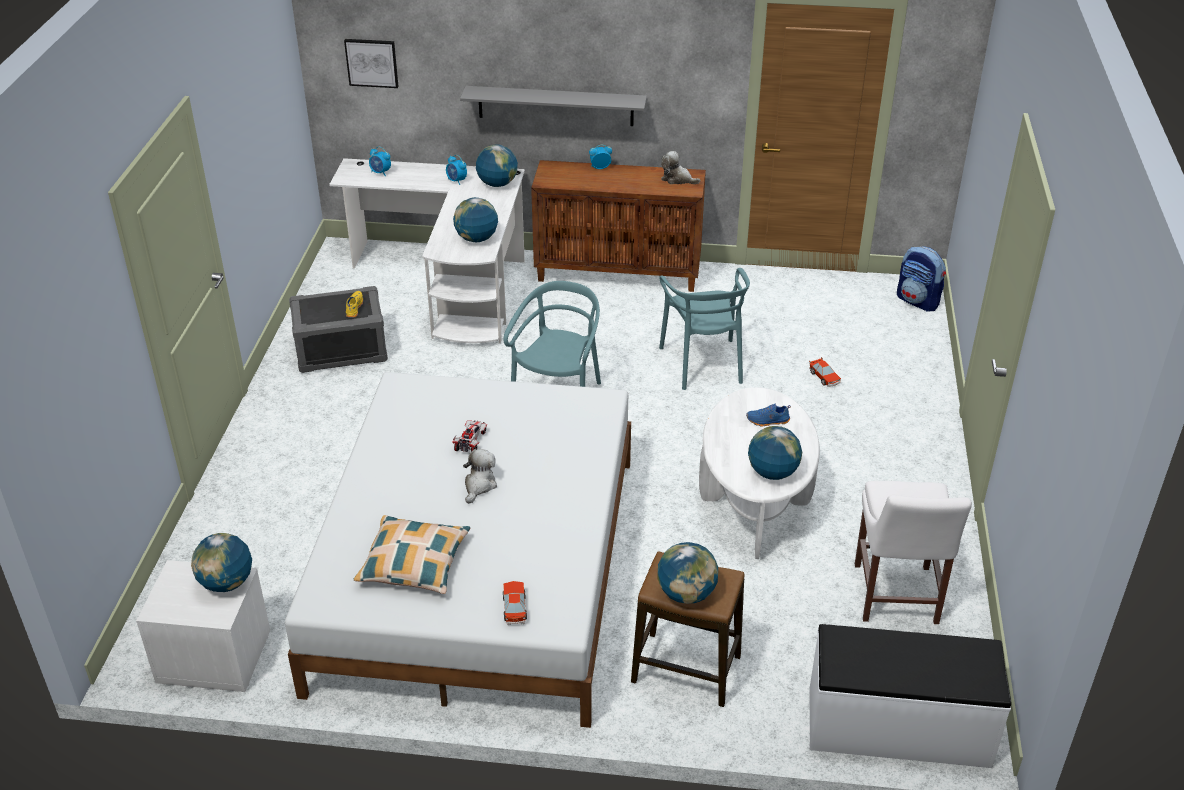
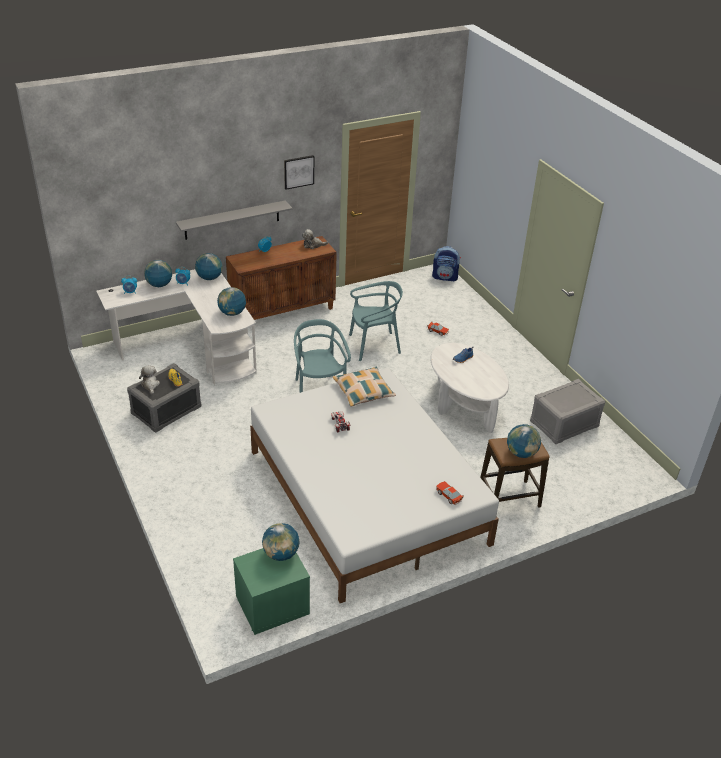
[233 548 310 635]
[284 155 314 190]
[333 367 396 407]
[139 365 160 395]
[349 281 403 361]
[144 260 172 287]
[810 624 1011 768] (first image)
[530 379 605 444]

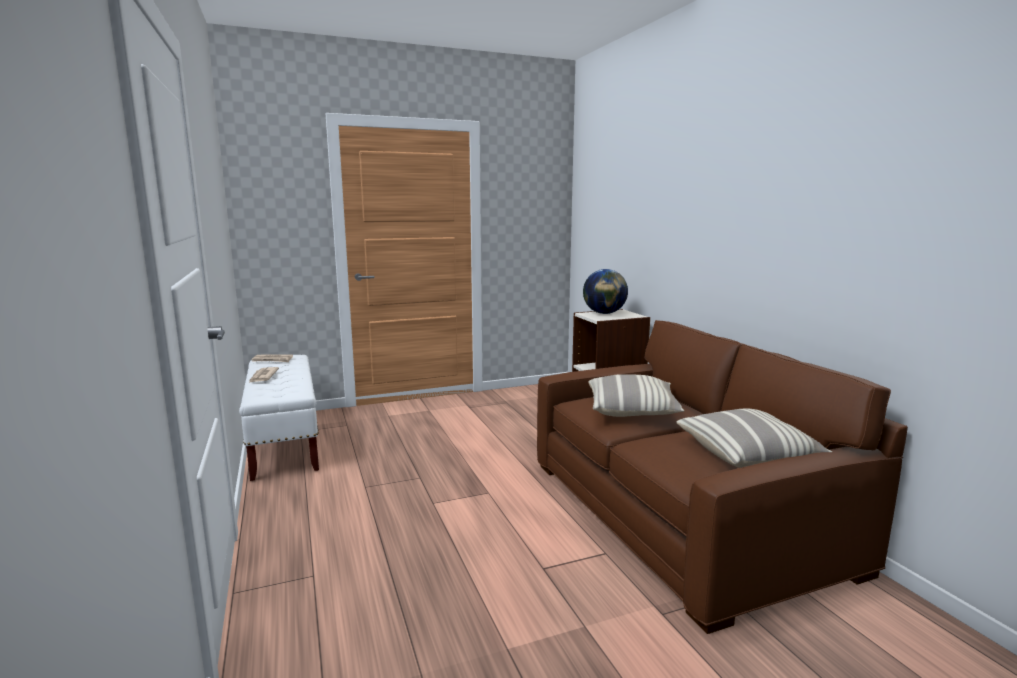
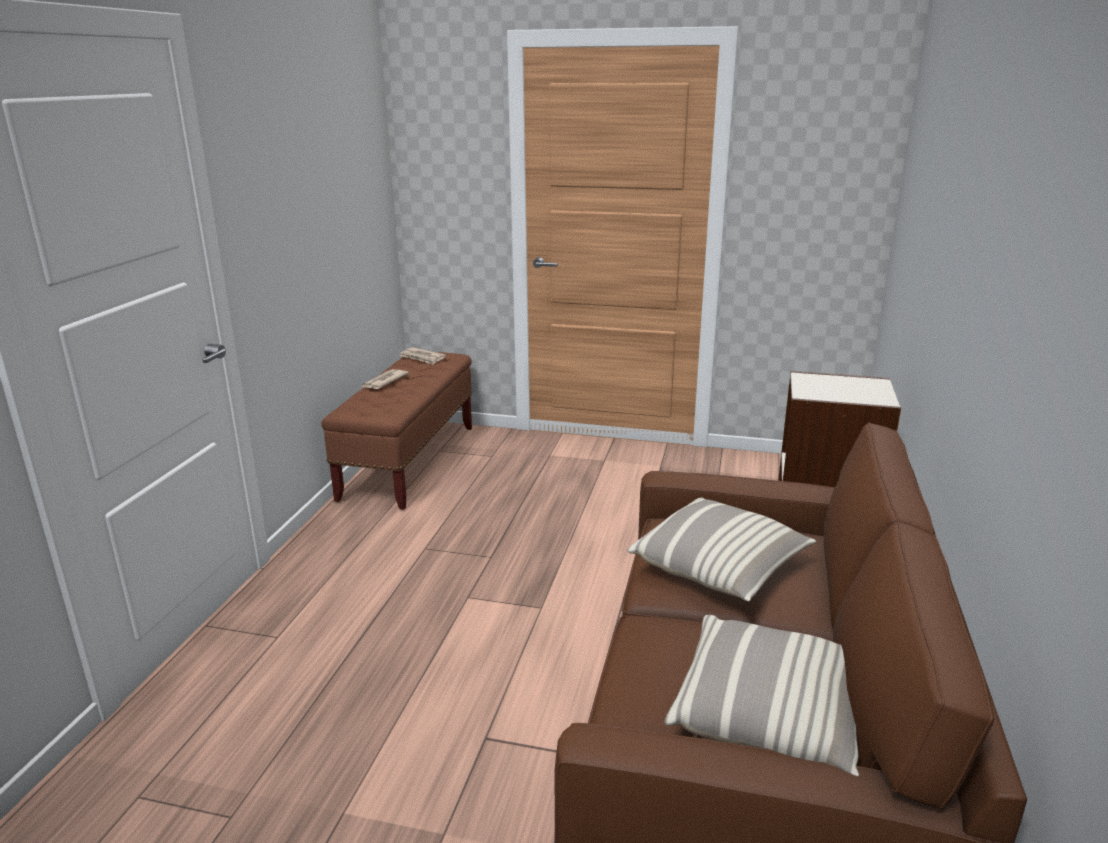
[321 352 472 510]
[583 269 628 314] (first image)

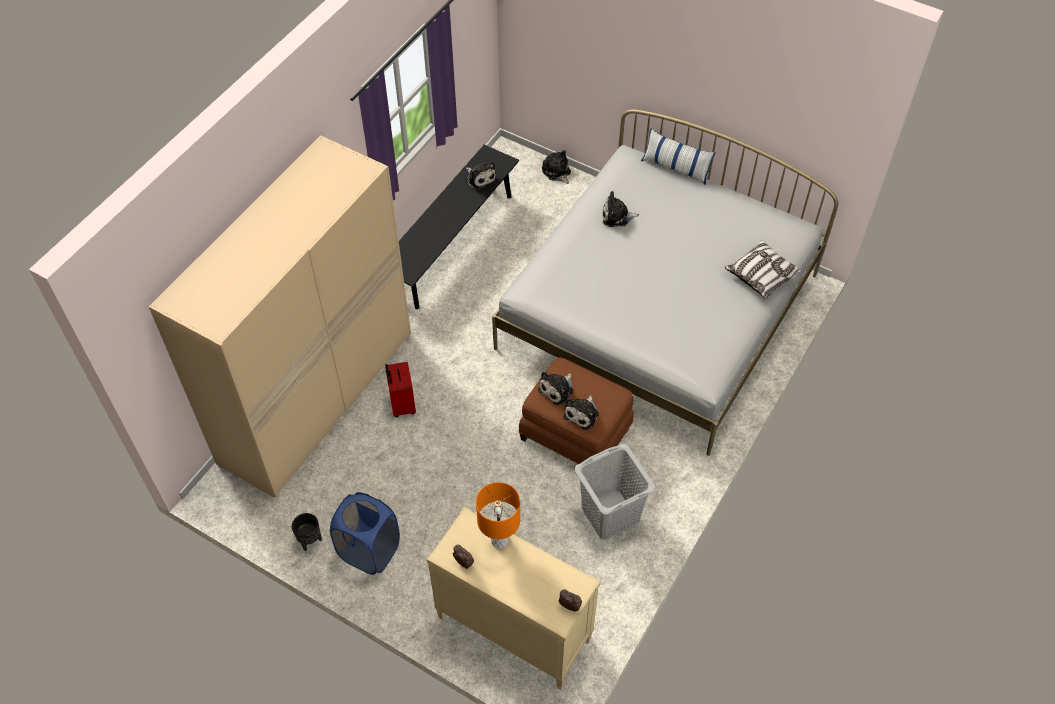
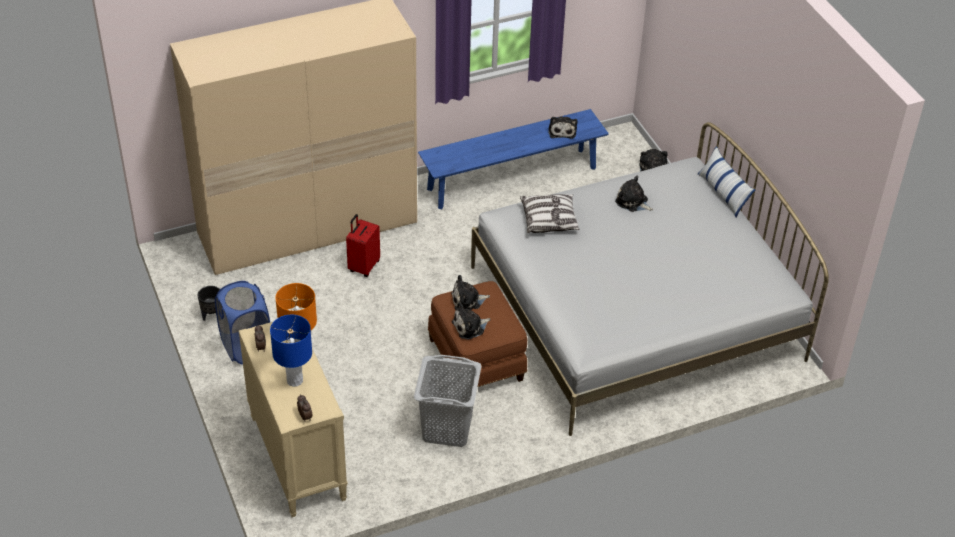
[418 109 609 209]
[520 194 580 233]
[270 315 312 387]

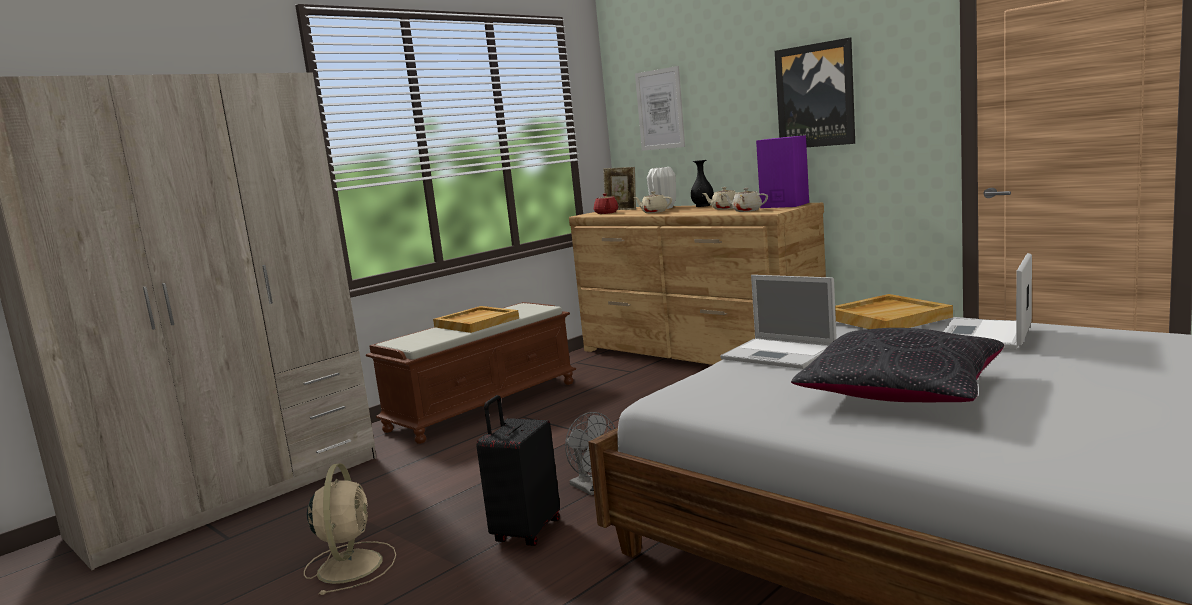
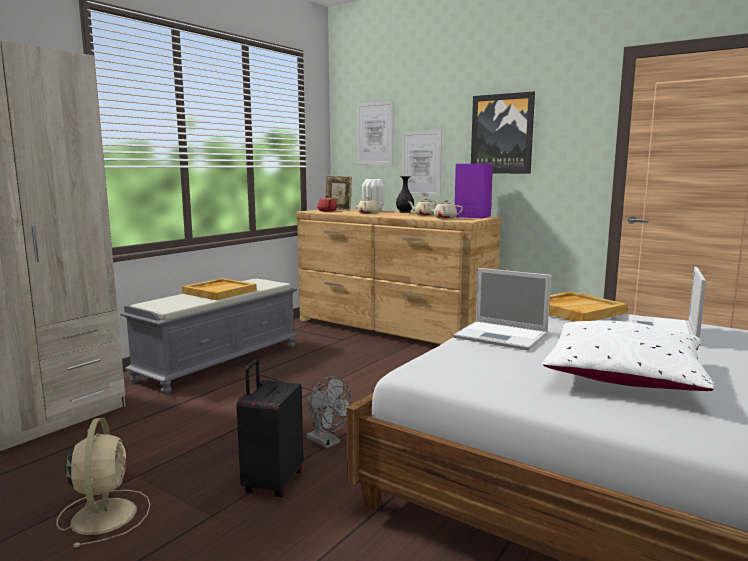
[120 278 298 394]
[542 320 714 391]
[401 130 442 197]

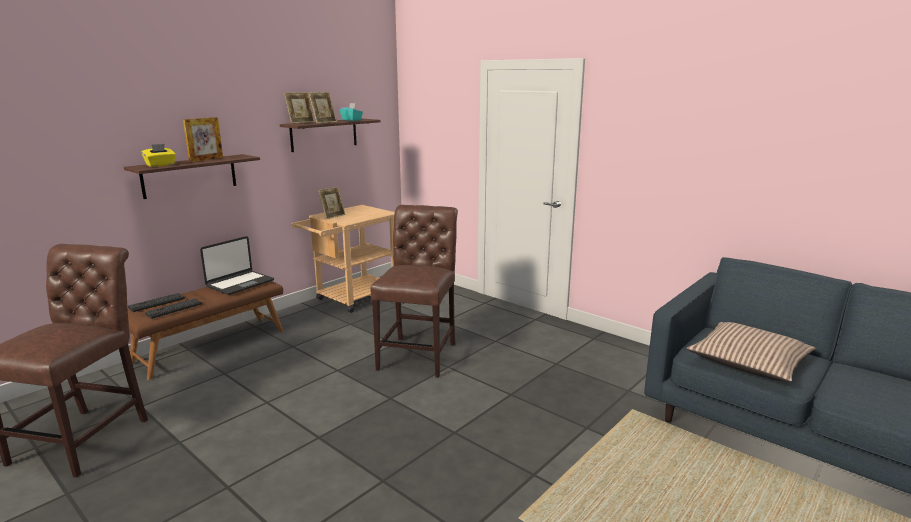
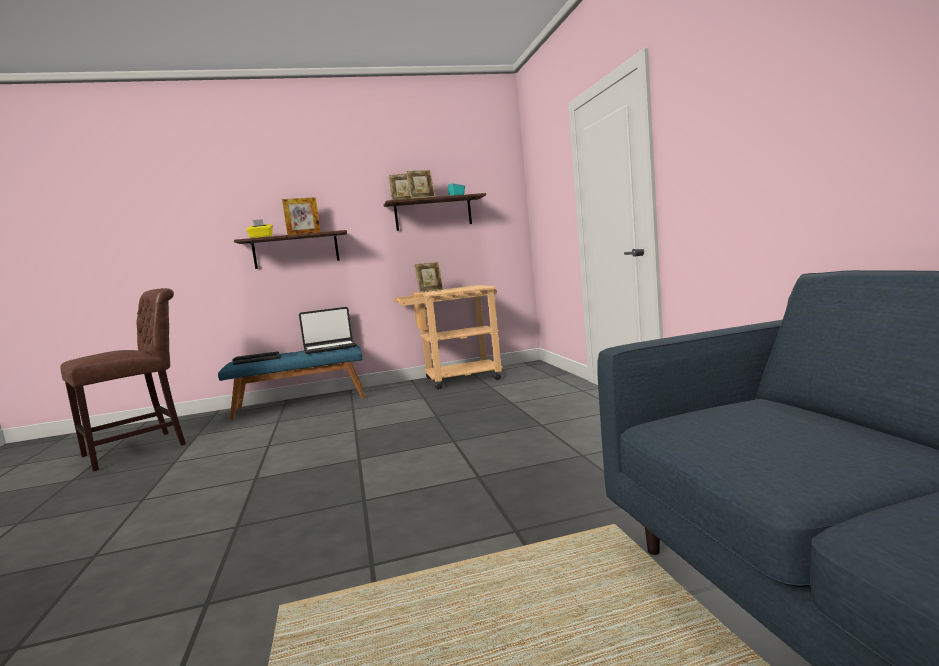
[218 345 365 420]
[370 205 458 378] (first image)
[686 322 816 382] (first image)

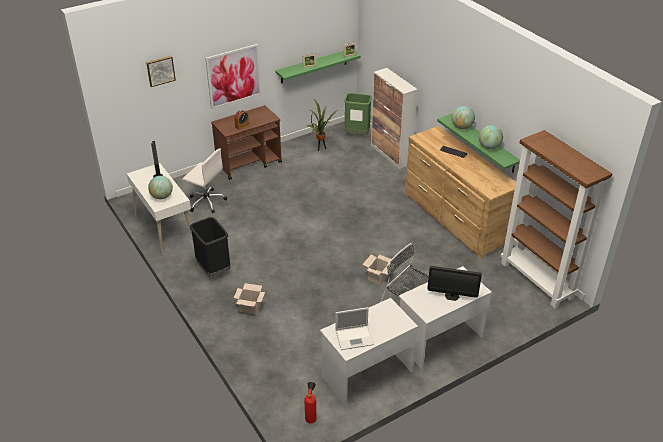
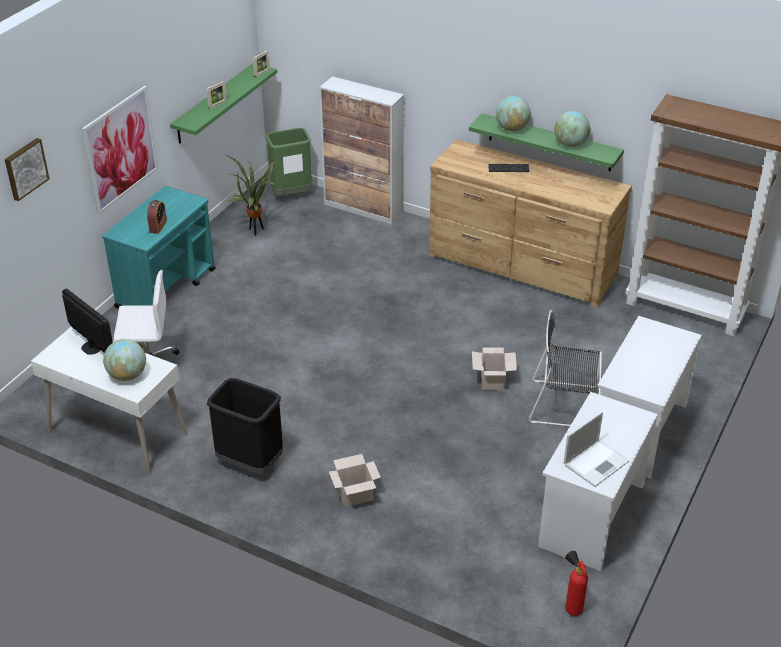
[102 186 215 309]
[427 266 482 301] (first image)

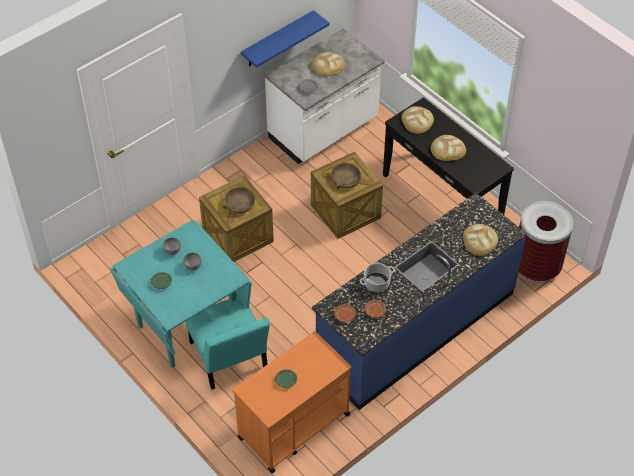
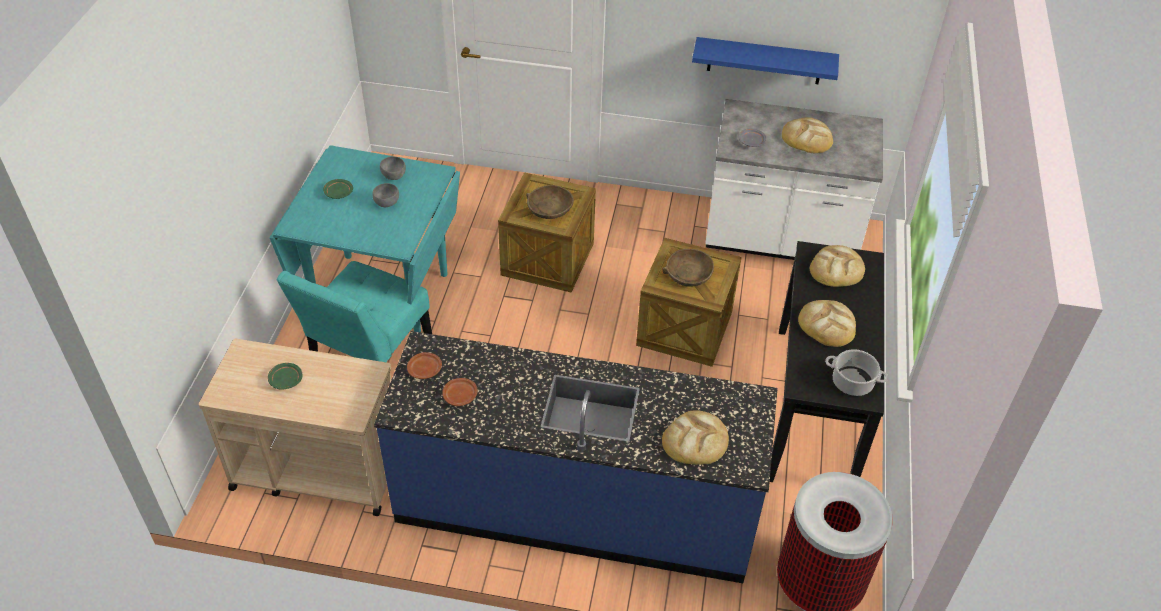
[199 339 391 516]
[825 349 889 396]

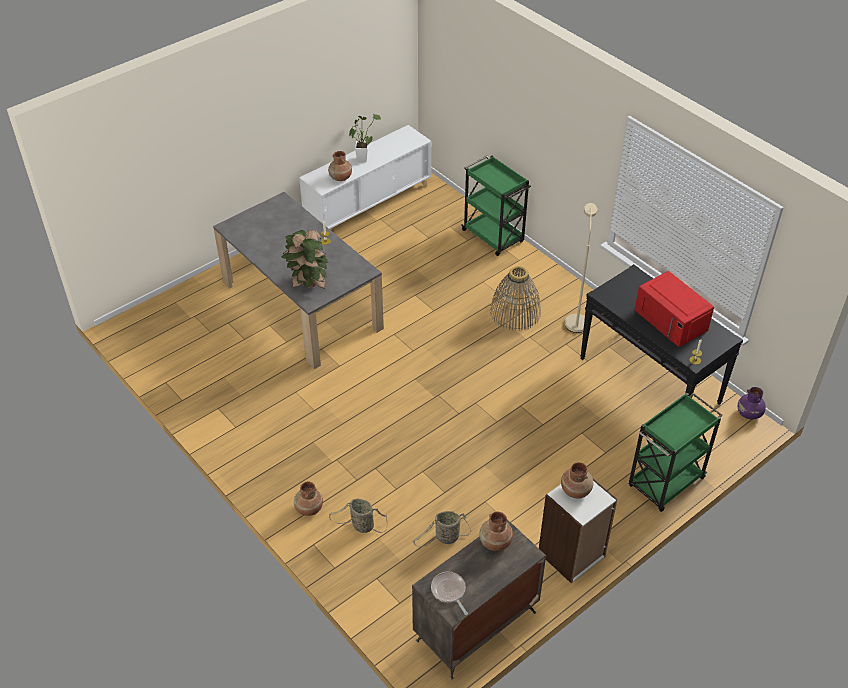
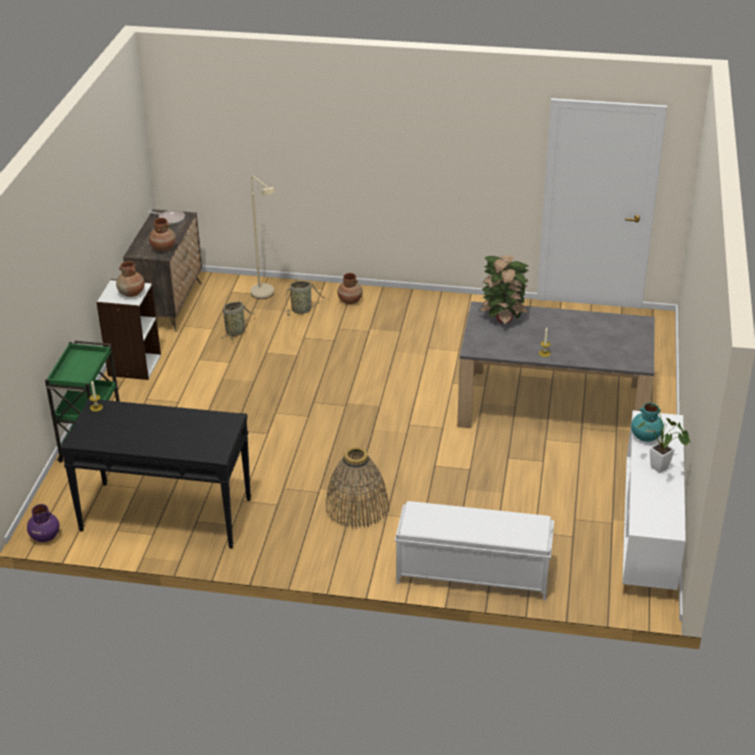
[631 403 664 442]
[395 501 554 601]
[251 176 275 299]
[635 271 714 347] (first image)

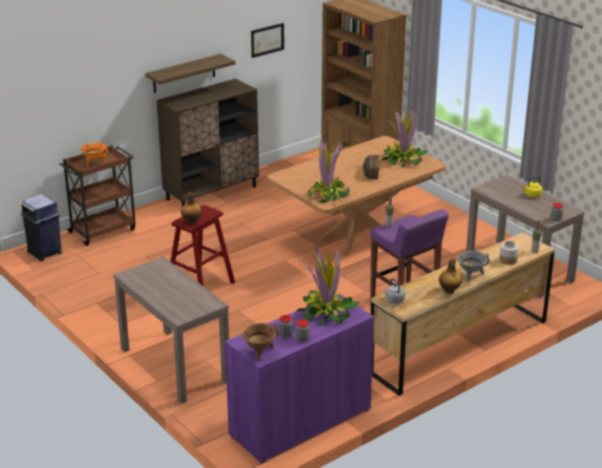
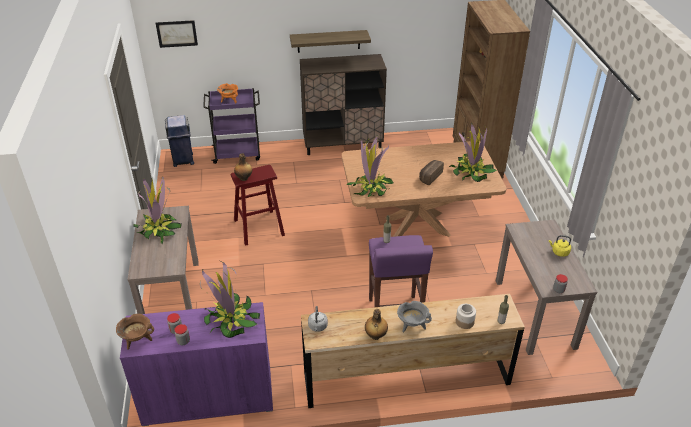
[203 88 260 164]
[156 20 198 48]
[133 177 182 245]

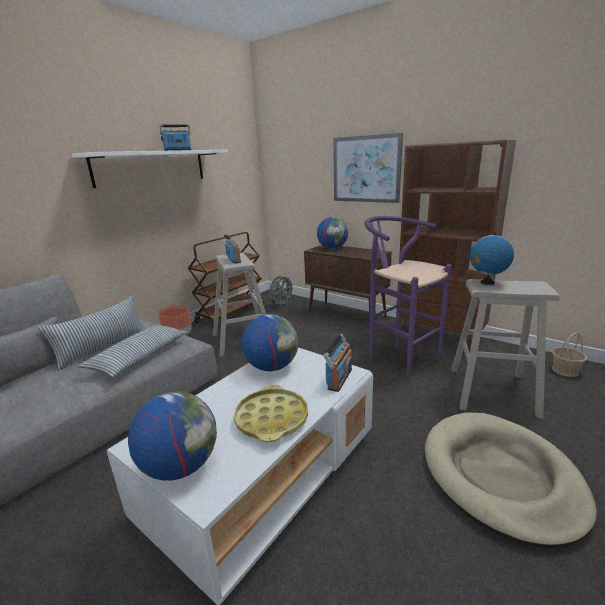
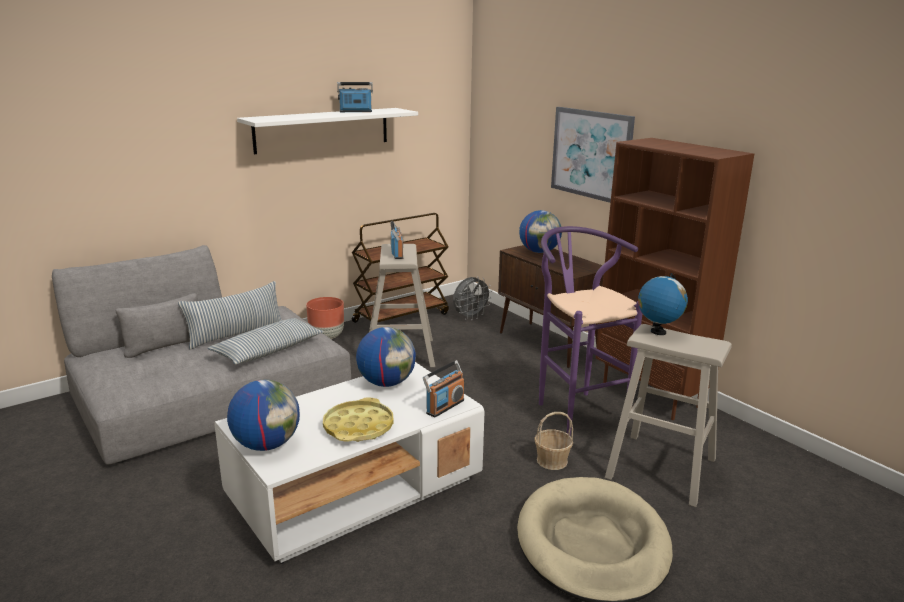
[534 412 573 470]

